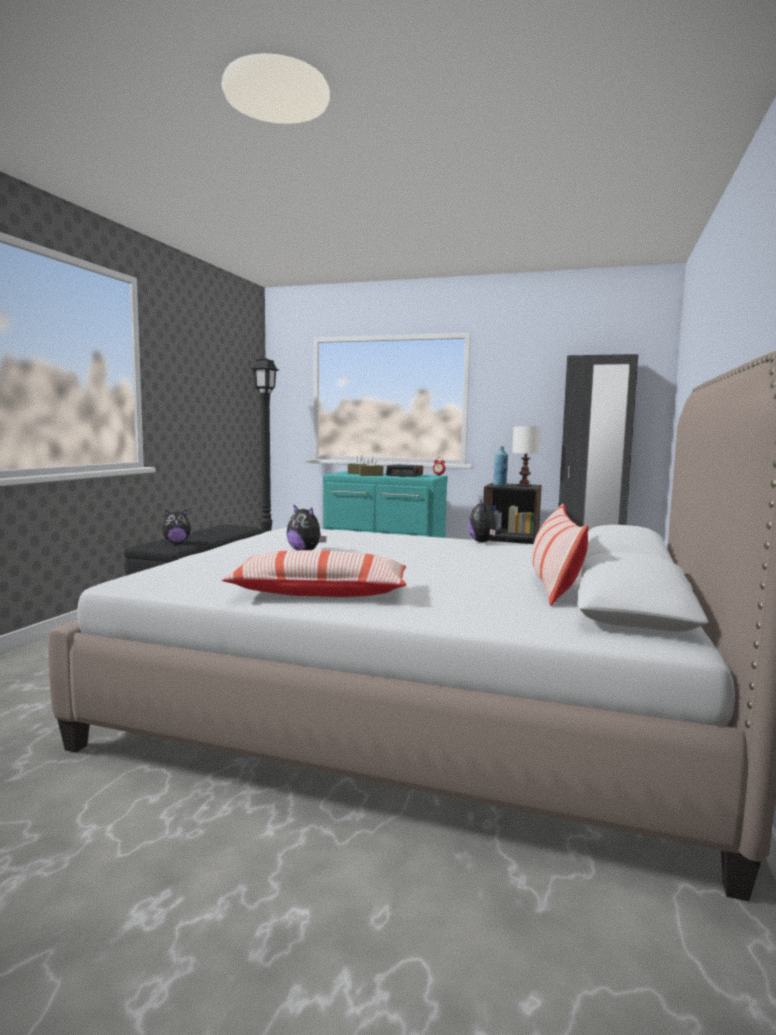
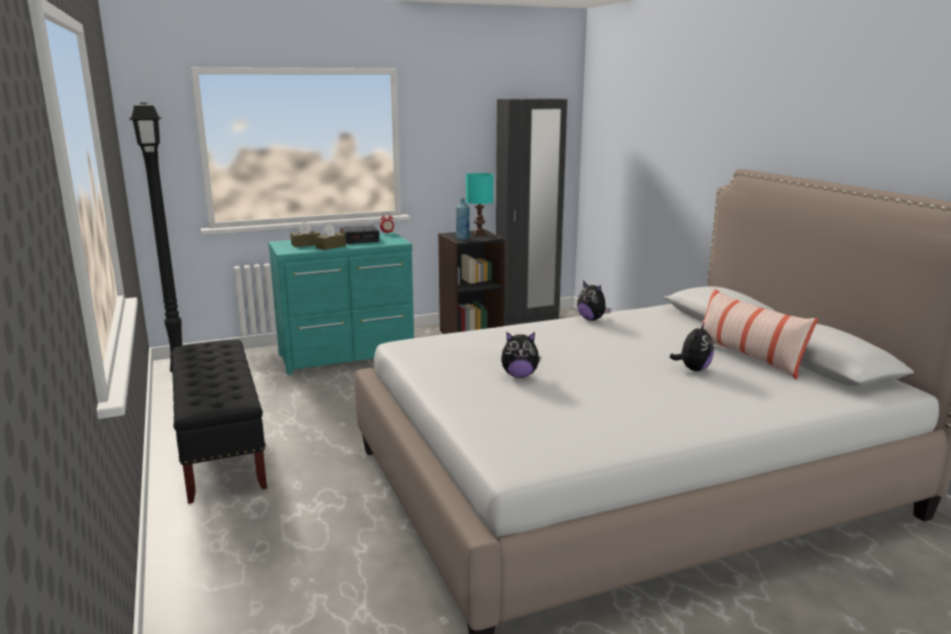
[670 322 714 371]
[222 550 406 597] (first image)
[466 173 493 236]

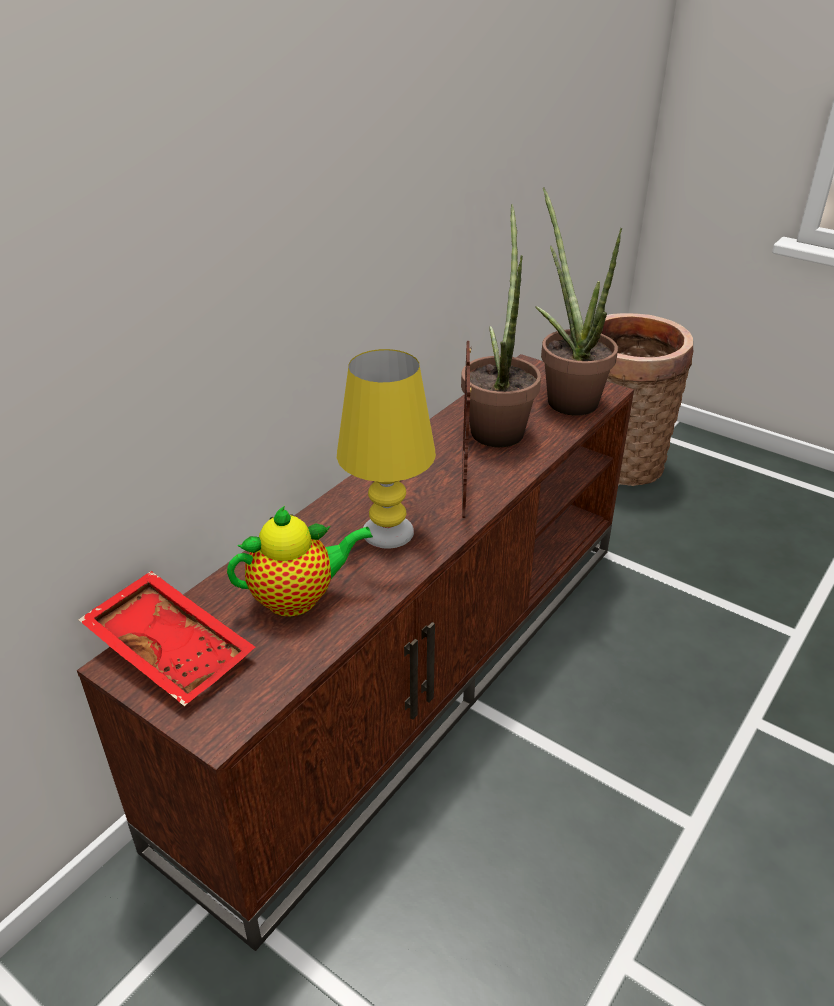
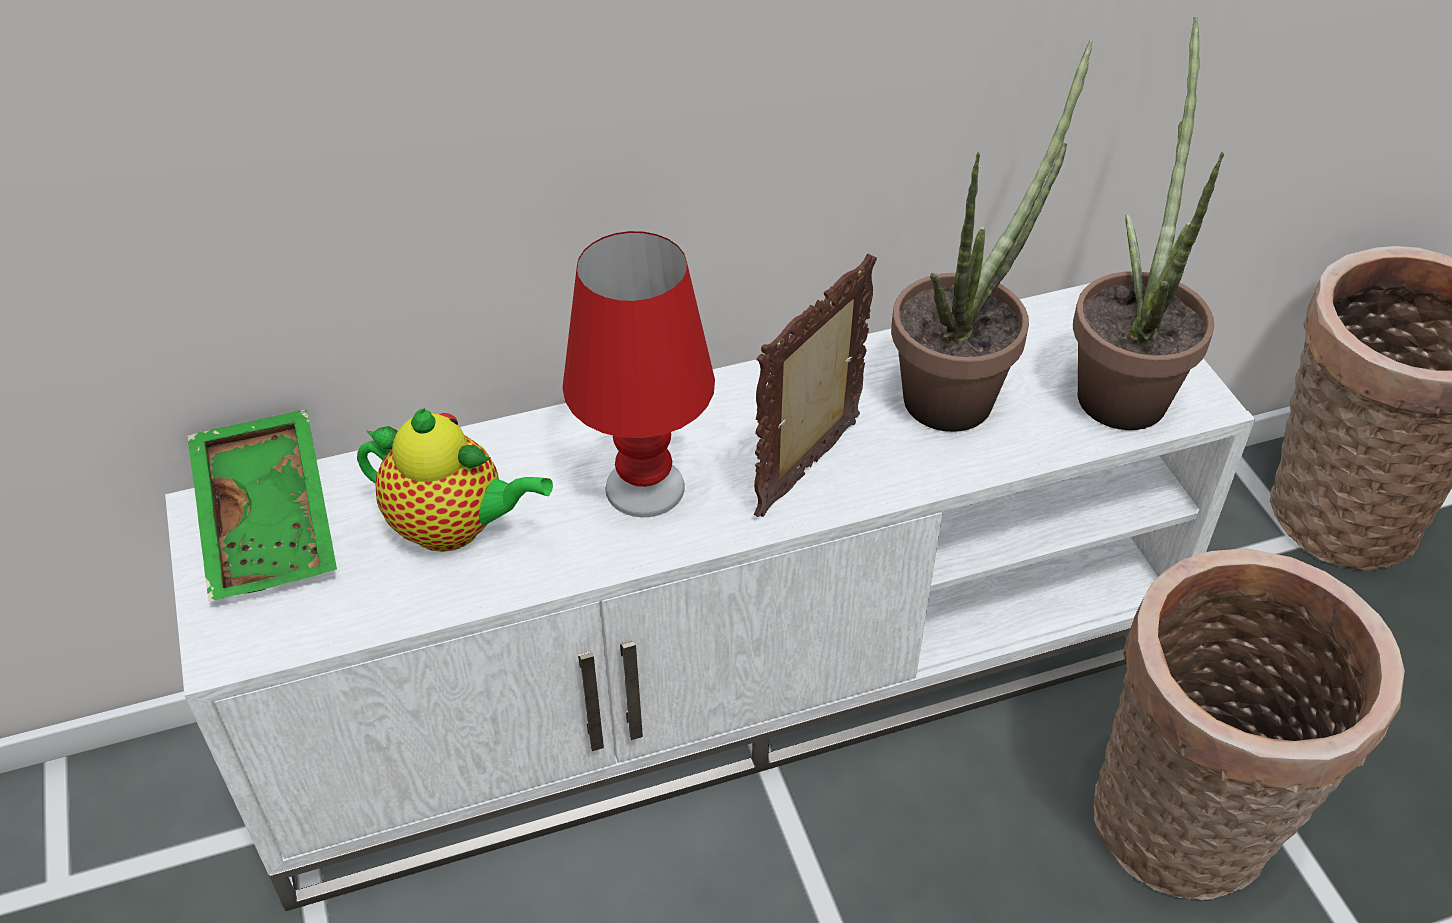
[165 283 1255 911]
[187 409 337 602]
[562 231 715 517]
[1093 548 1405 900]

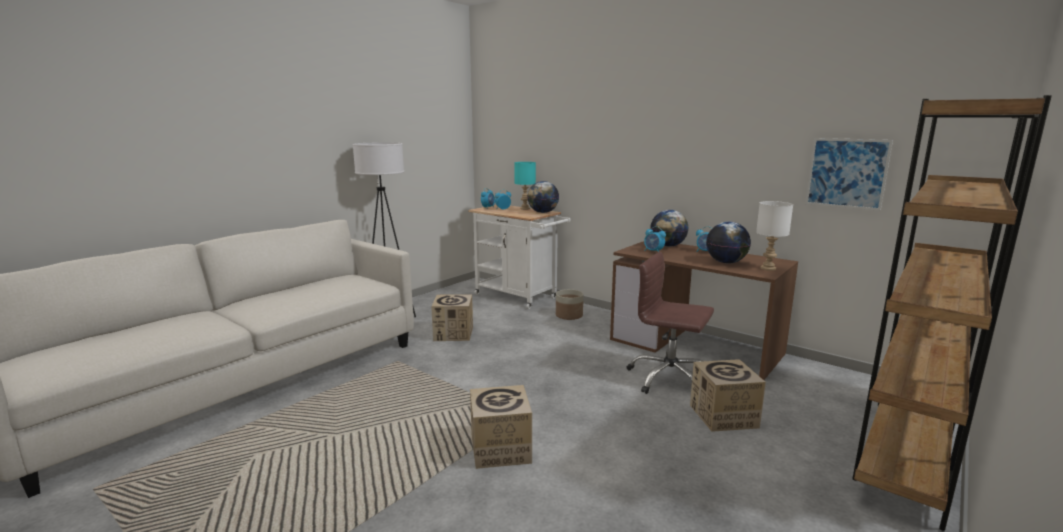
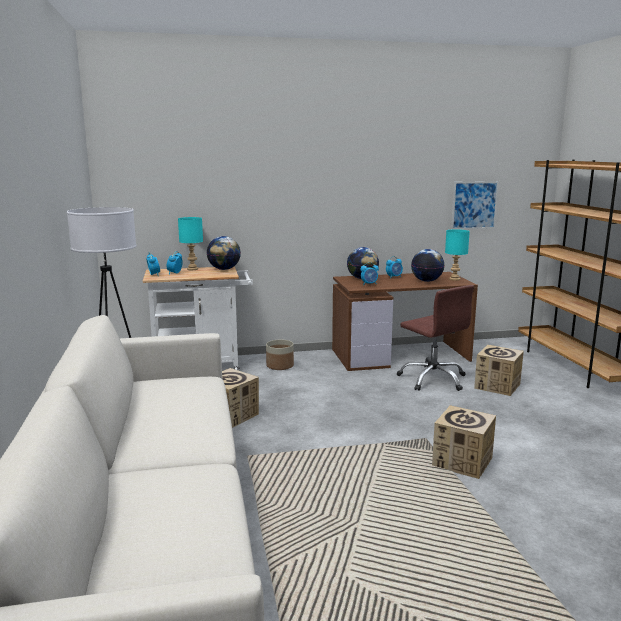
[397 285 474 391]
[445 229 470 281]

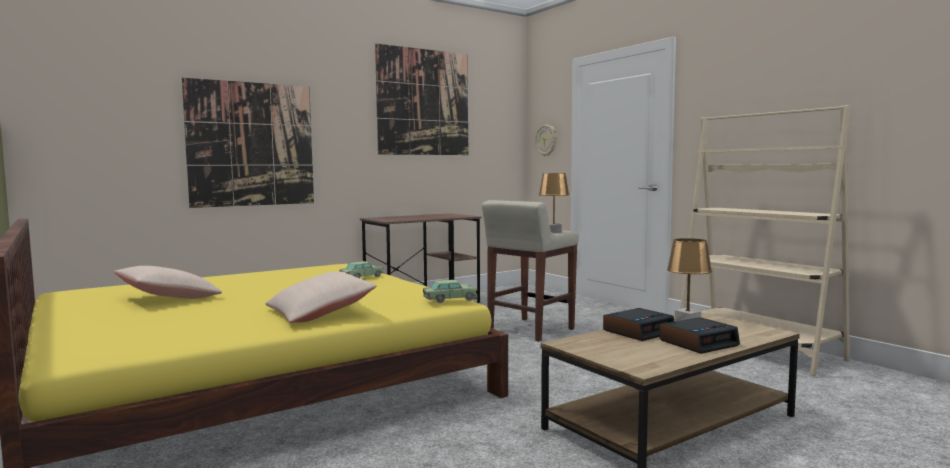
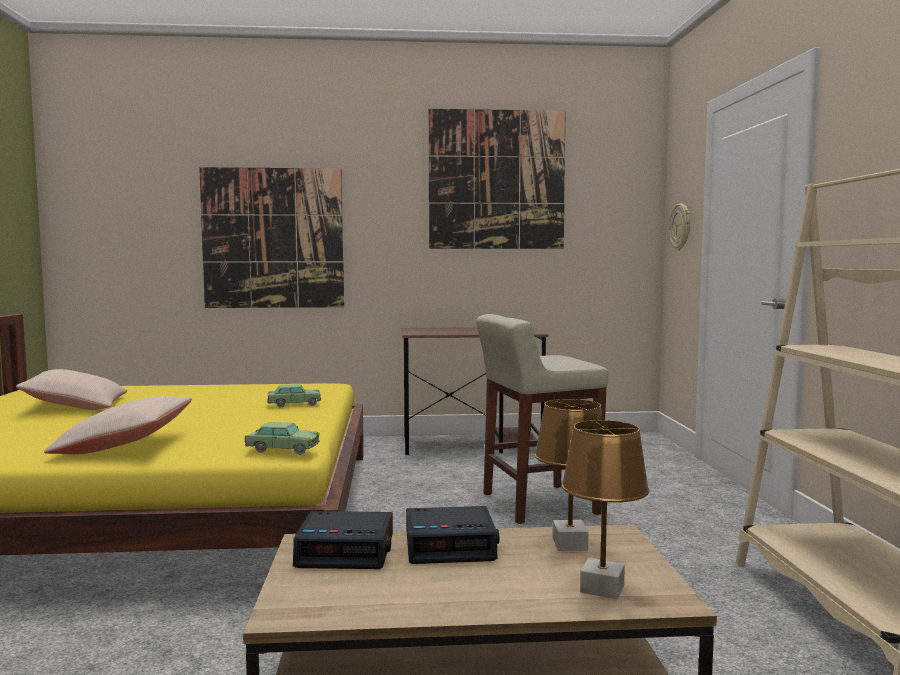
[561 420 649 599]
[293 511 393 569]

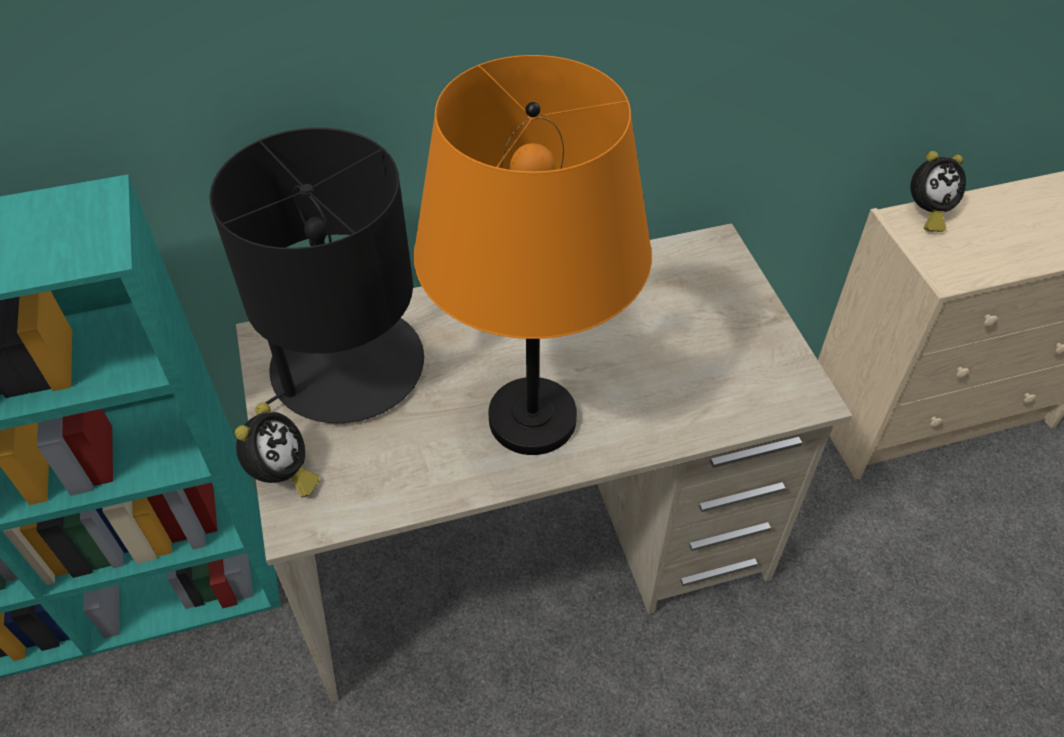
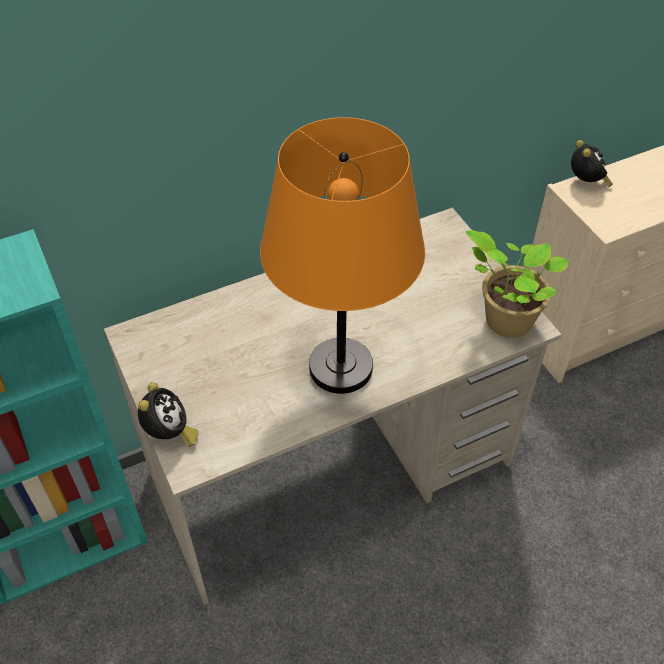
[209 128 424 423] (first image)
[571 140 613 187]
[466 230 569 338]

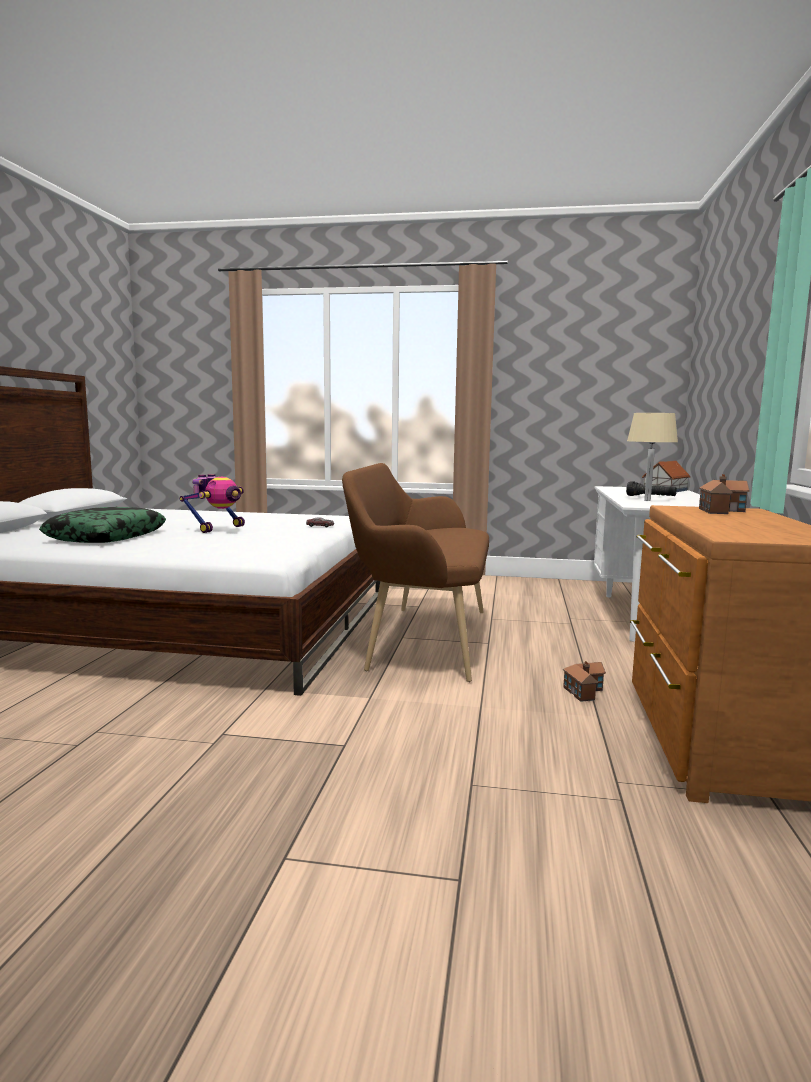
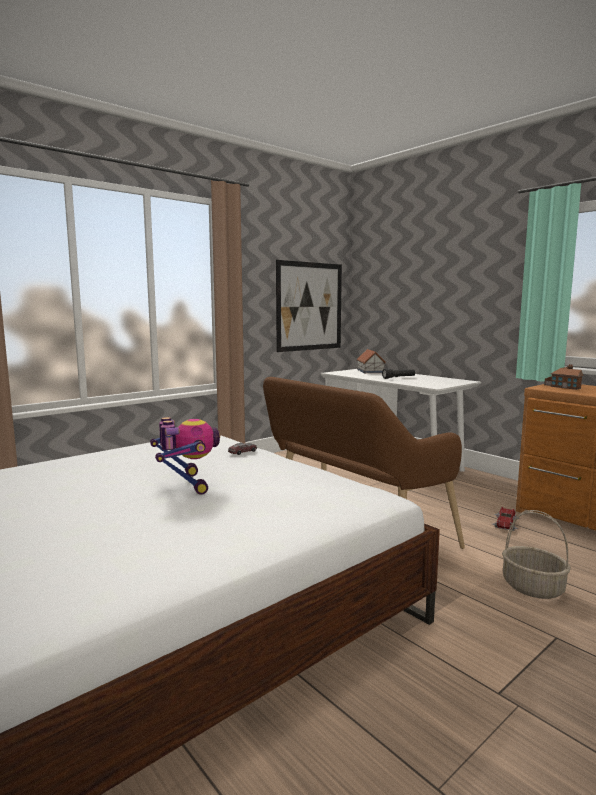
[39 507 166 543] (first image)
[492 507 520 531]
[627 413 678 501] (first image)
[276 260 342 352]
[502 510 571 599]

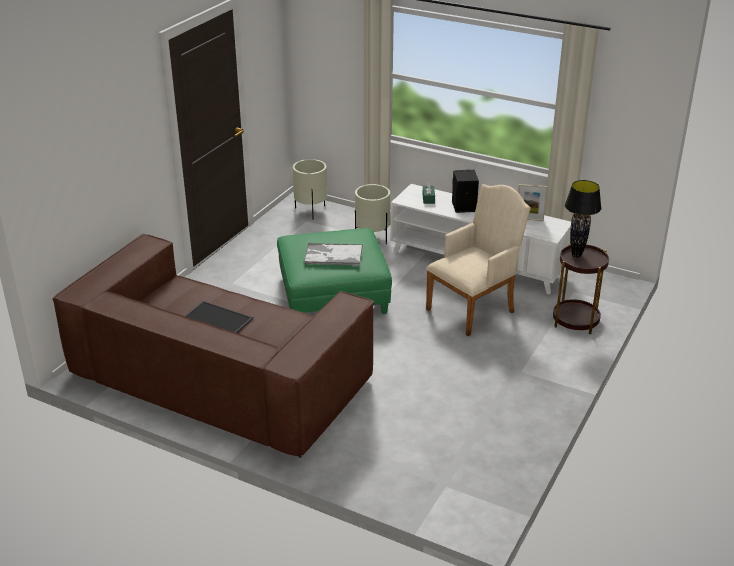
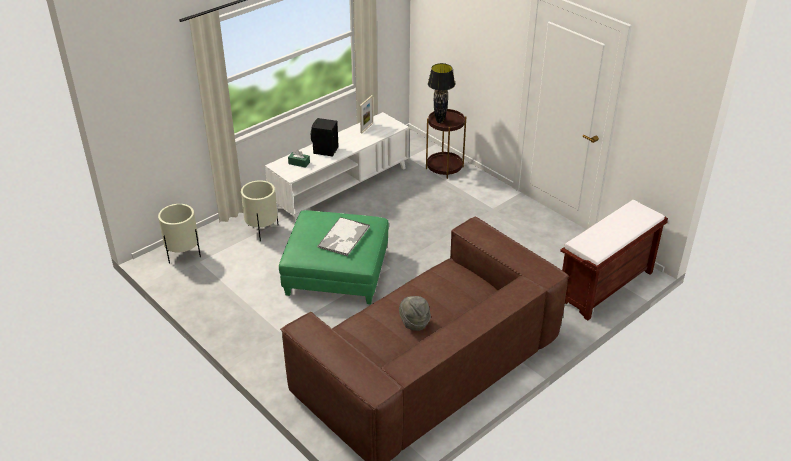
[399 296 431 331]
[426 184 531 336] (first image)
[560 200 668 321]

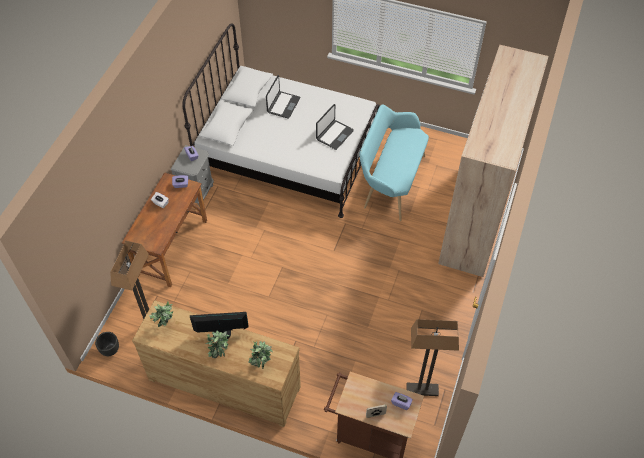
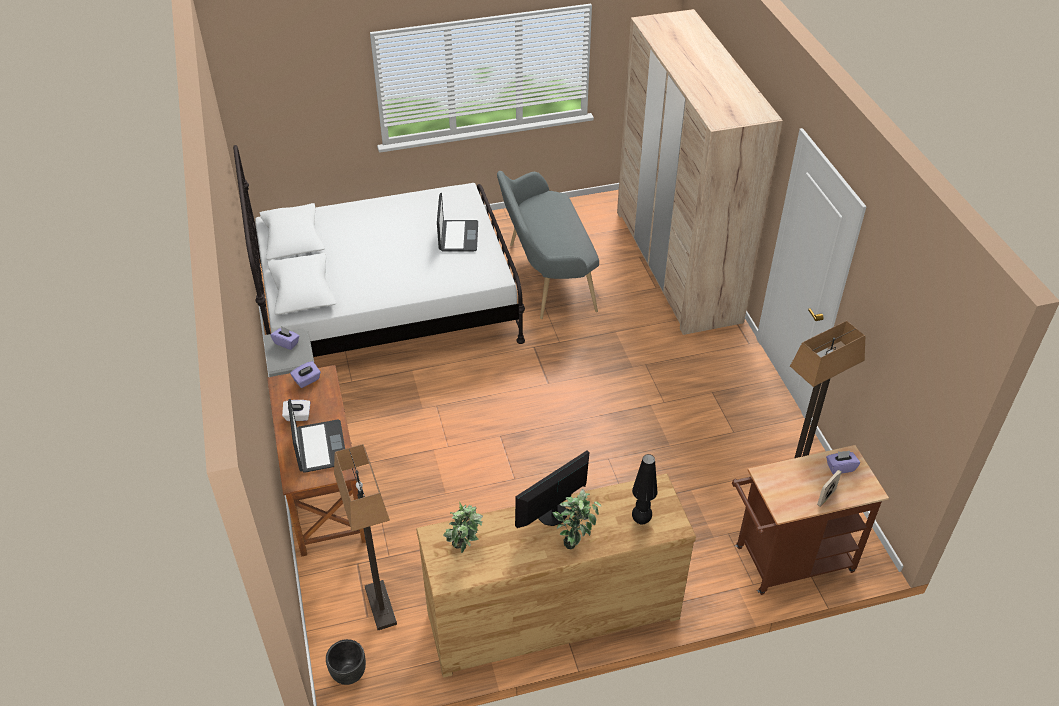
[632 454 658 524]
[288 399 345 473]
[497 171 599 319]

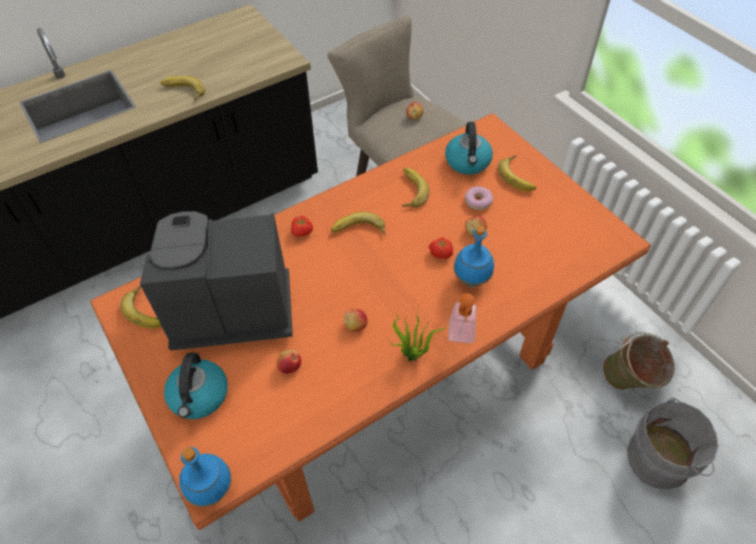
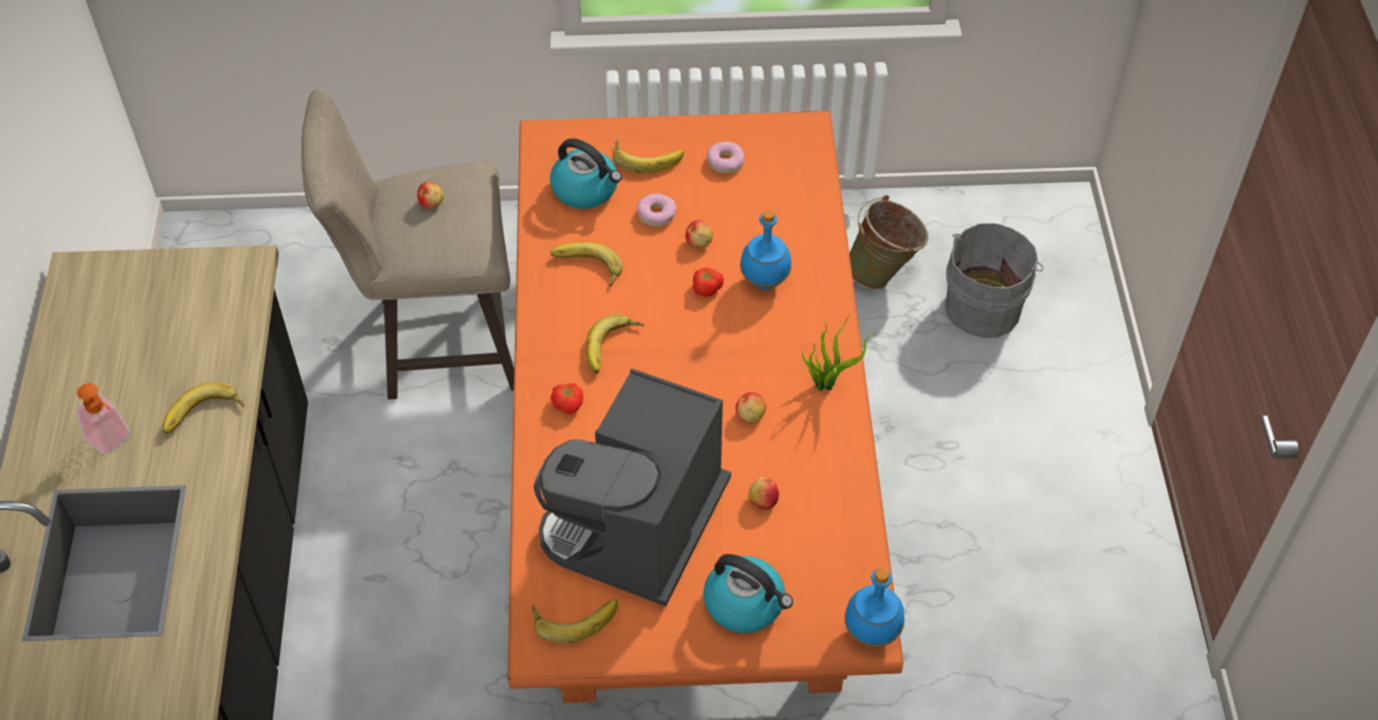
[77 383 131 454]
[707 142 744 174]

